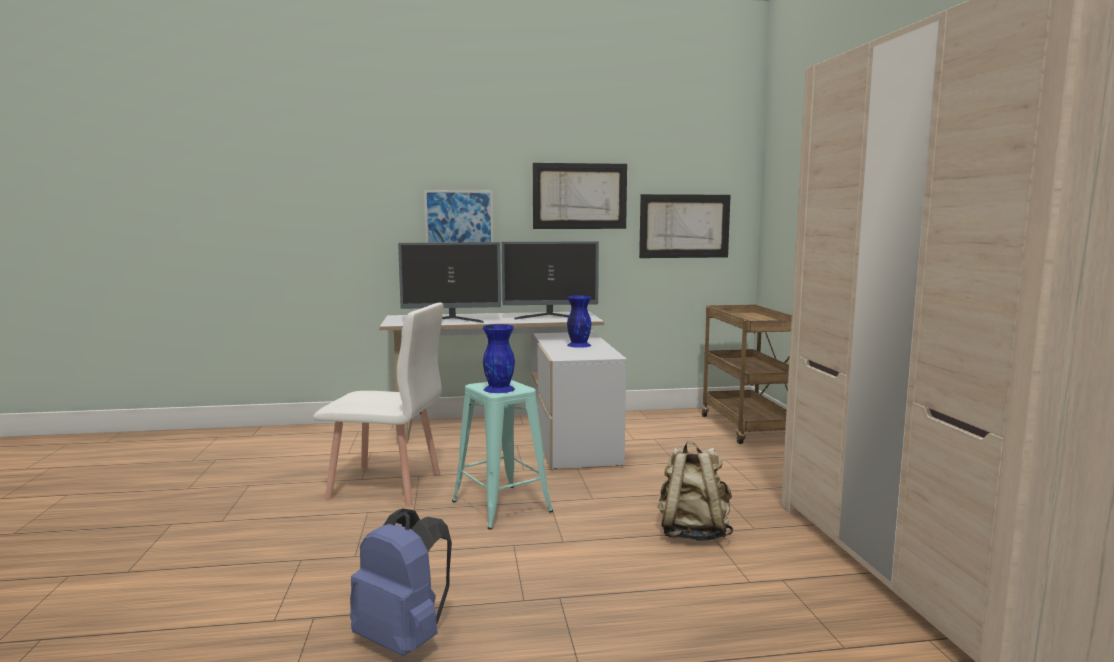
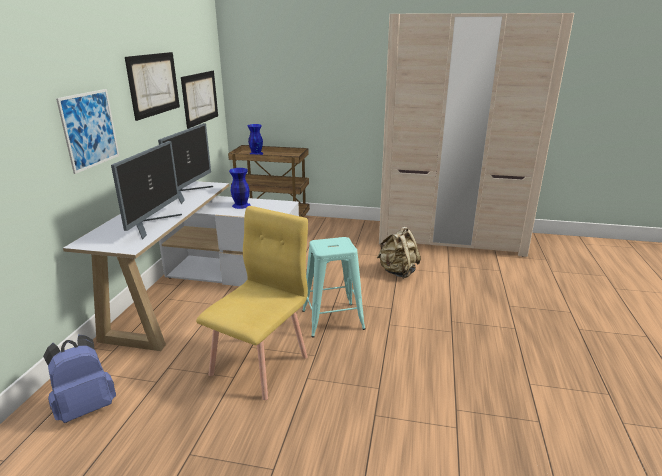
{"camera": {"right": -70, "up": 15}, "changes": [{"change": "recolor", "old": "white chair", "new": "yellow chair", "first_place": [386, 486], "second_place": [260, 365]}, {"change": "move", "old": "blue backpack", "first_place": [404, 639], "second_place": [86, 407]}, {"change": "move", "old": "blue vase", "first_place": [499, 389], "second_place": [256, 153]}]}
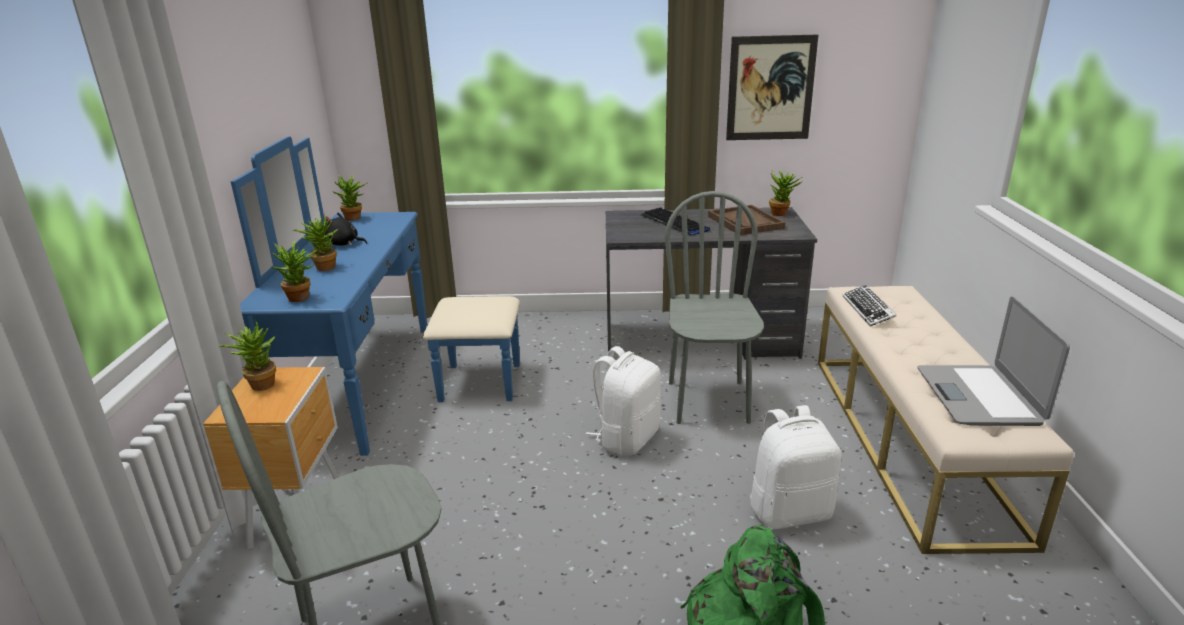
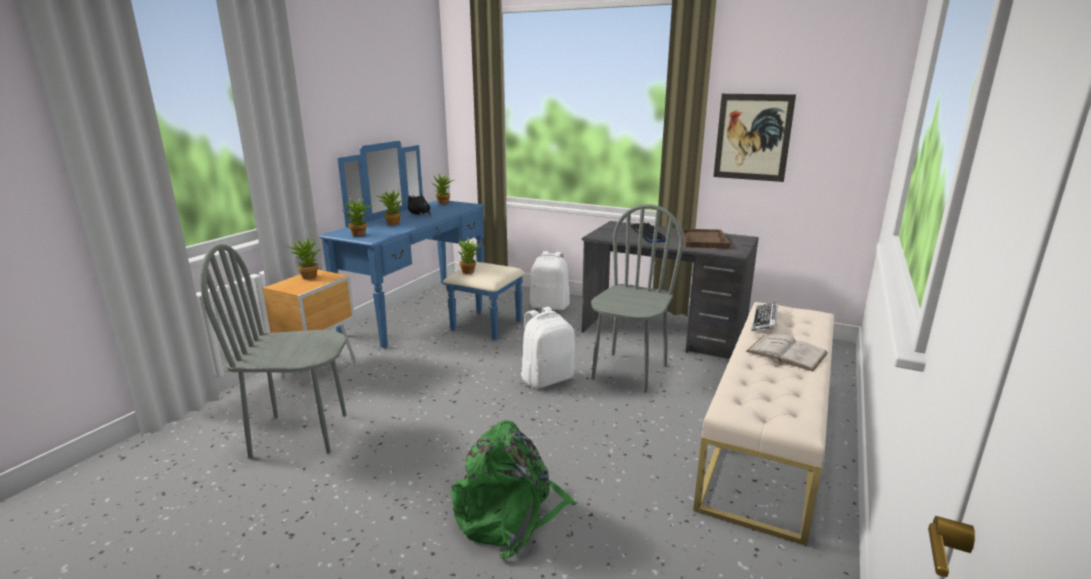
{"camera": {"right": 25, "up": -5}, "changes": [{"change": "move", "old": "white backpack", "first_place": [790, 511], "second_place": [550, 306]}, {"change": "move", "old": "potted plant", "first_place": [782, 213], "second_place": [470, 272]}, {"change": "delete", "old": "laptop", "first_place": [979, 396]}, {"change": "insert", "new": "white book", "second_place": [786, 352]}]}
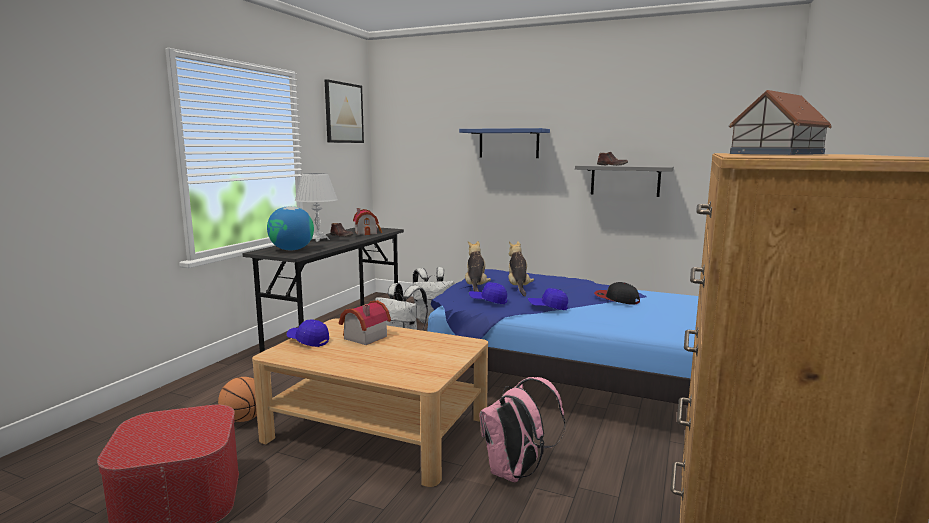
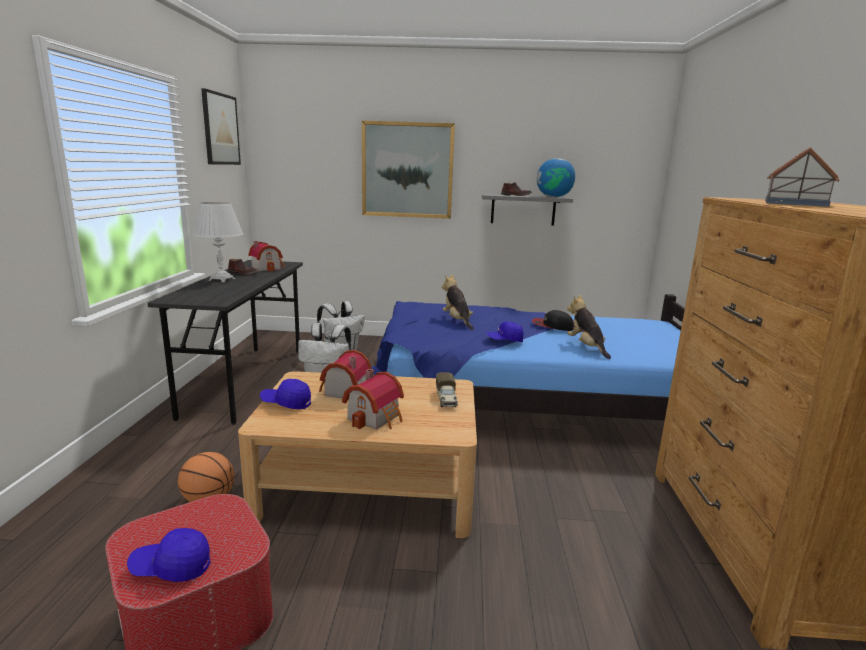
{"camera": {"right": -20, "up": 5}, "changes": [{"change": "move", "old": "globe", "first_place": [292, 250], "second_place": [554, 197]}, {"change": "replace", "old": "blue shelf", "new": "picture", "first_place": [508, 143], "second_place": [407, 170]}, {"change": "move", "old": "plush toy", "first_place": [476, 287], "second_place": [586, 347]}, {"change": "move", "old": "blue cap", "first_place": [488, 301], "second_place": [171, 567]}, {"change": "delete", "old": "pink backpack", "first_place": [516, 473]}, {"change": "insert", "new": "toy house", "second_place": [376, 417]}, {"change": "insert", "new": "toy truck", "second_place": [446, 400]}]}
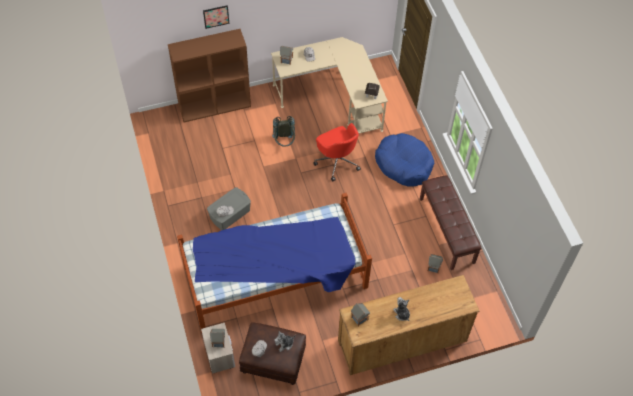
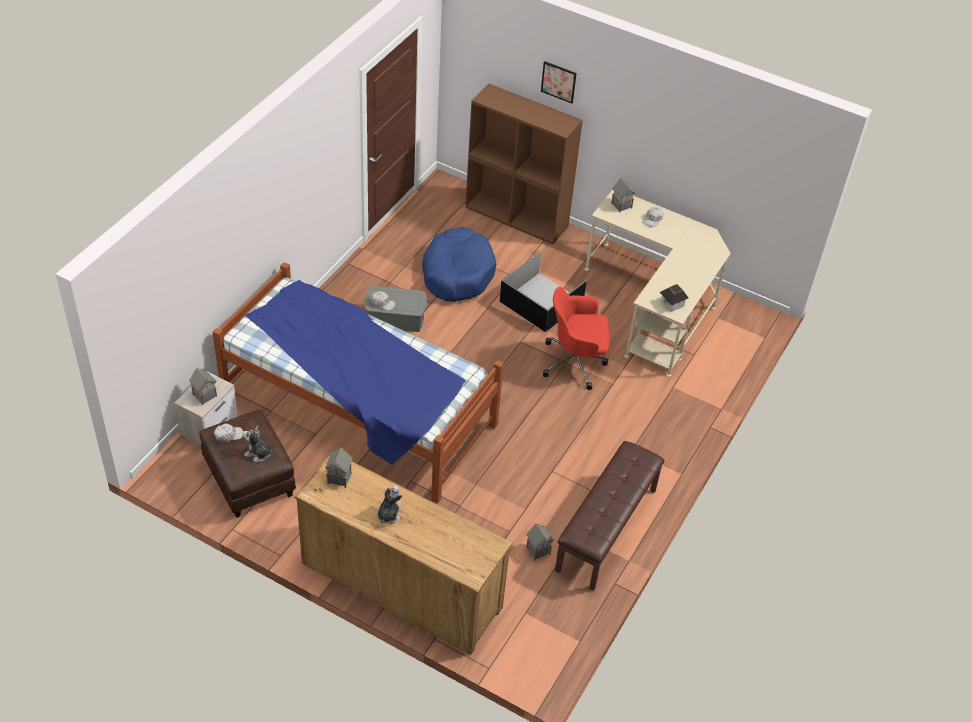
{"camera": {"right": 45, "up": -10}, "changes": [{"change": "replace", "old": "grey backpack", "new": "black storage box", "first_place": [284, 142], "second_place": [542, 302]}, {"change": "rotate", "old": "red office chair", "first_place": [337, 160], "second_place": [575, 362], "degrees": 75}, {"change": "move", "old": "blue dog bed", "first_place": [404, 164], "second_place": [457, 273]}]}
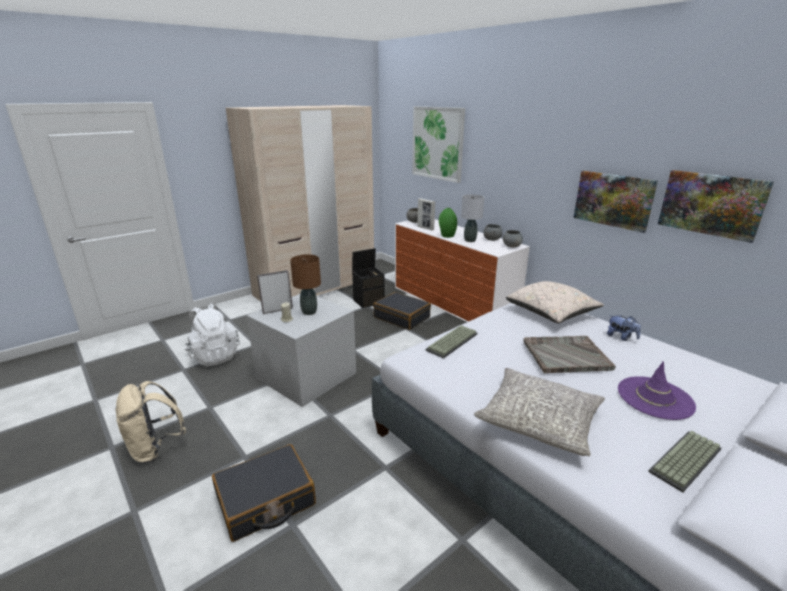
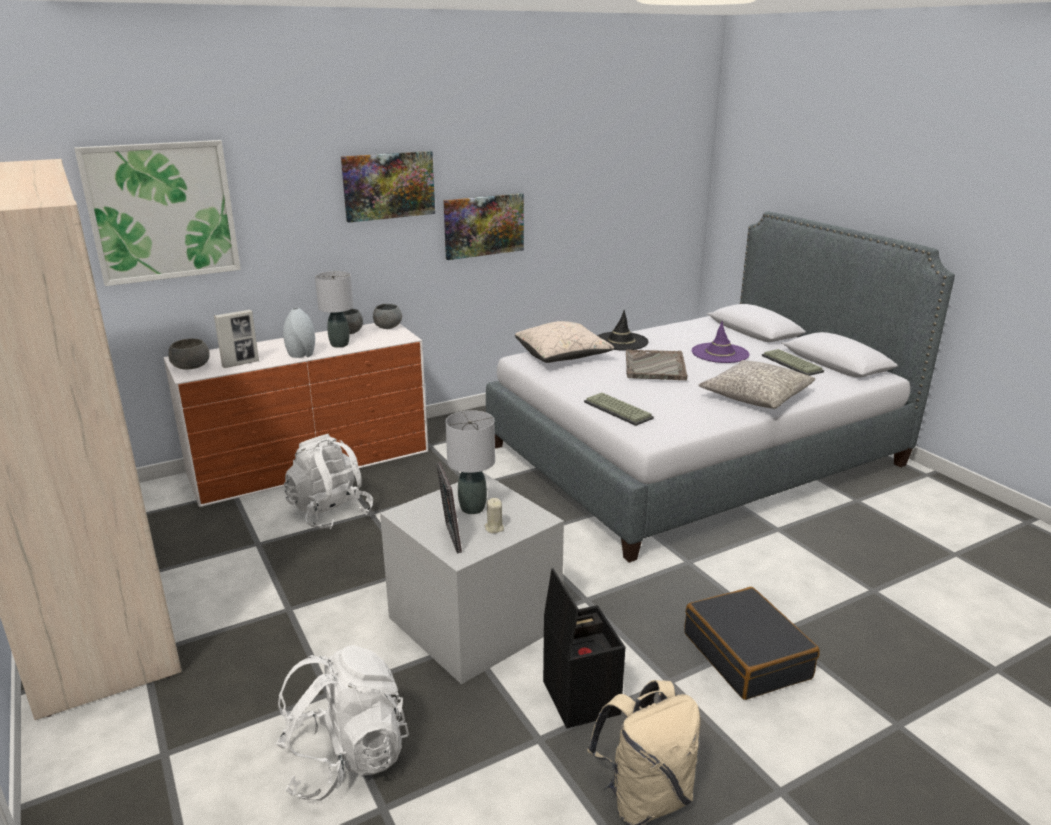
{"camera": {"right": -80, "up": 0}, "changes": [{"change": "recolor", "old": "brown table lamp", "new": "grey table lamp", "first_place": [309, 312], "second_place": [472, 508]}, {"change": "move", "old": "black storage box", "first_place": [369, 301], "second_place": [579, 697]}, {"change": "replace", "old": "black suitcase", "new": "white backpack", "first_place": [402, 317], "second_place": [330, 513]}, {"change": "recolor", "old": "green vase", "new": "grey vase", "first_place": [447, 236], "second_place": [302, 355]}, {"change": "replace", "old": "plush toy", "new": "black hat", "first_place": [621, 337], "second_place": [621, 341]}, {"change": "move", "old": "picture", "first_place": [711, 204], "second_place": [388, 185]}]}
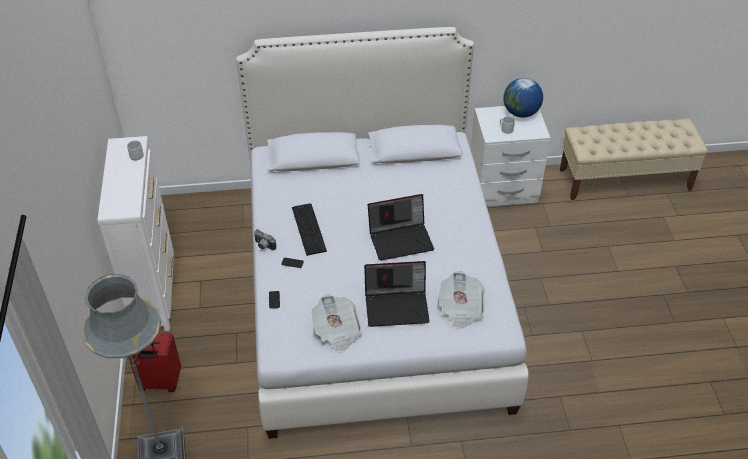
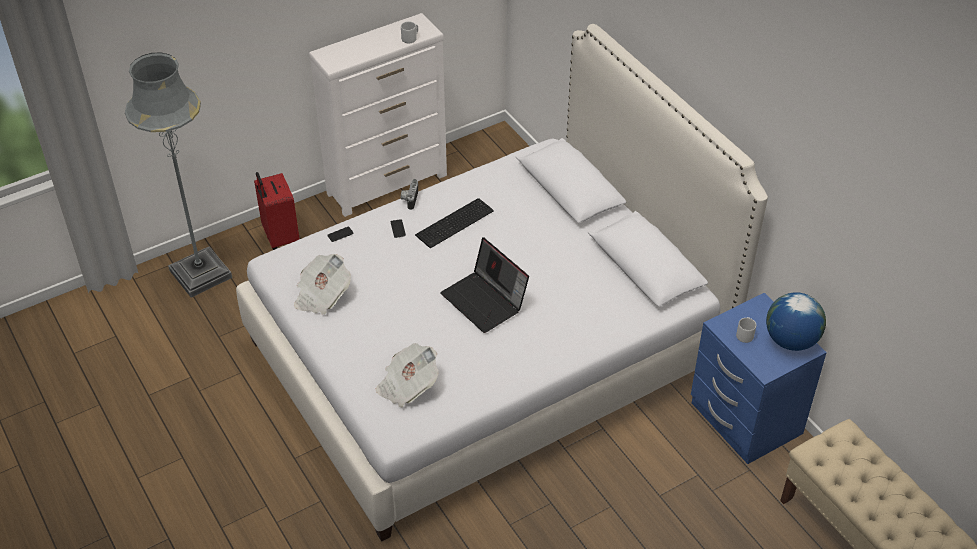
{"camera": {"right": 65, "up": 0}, "changes": [{"change": "delete", "old": "laptop", "first_place": [397, 306]}, {"change": "recolor", "old": "white nightstand", "new": "blue nightstand", "first_place": [502, 189], "second_place": [744, 419]}]}
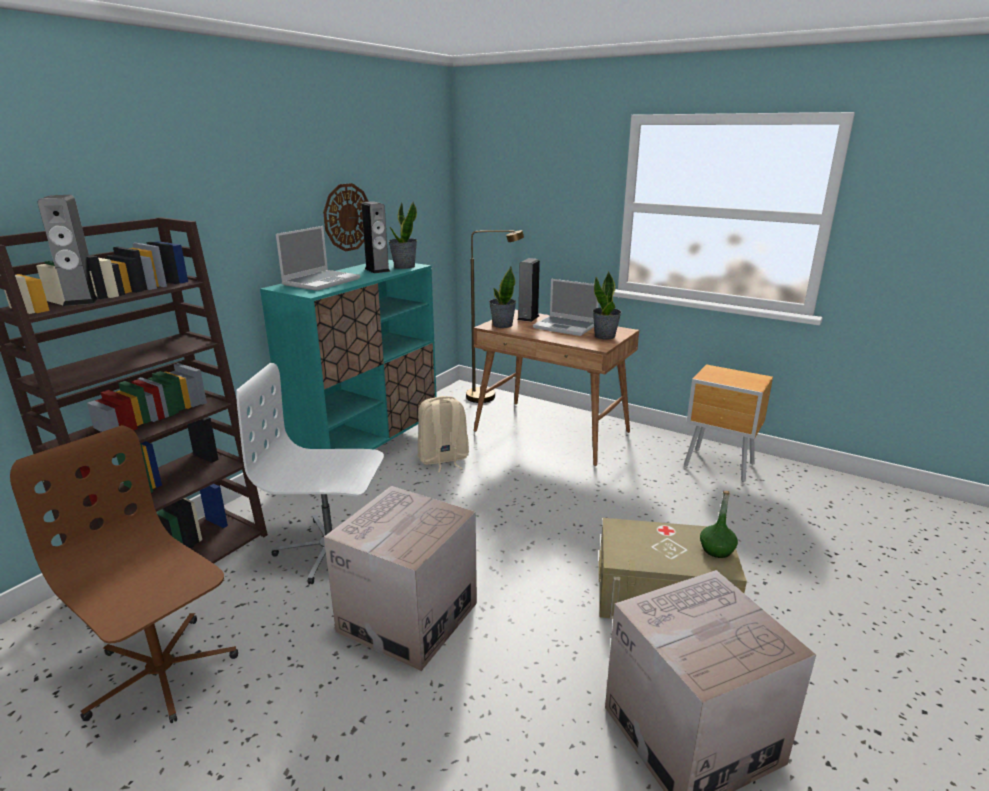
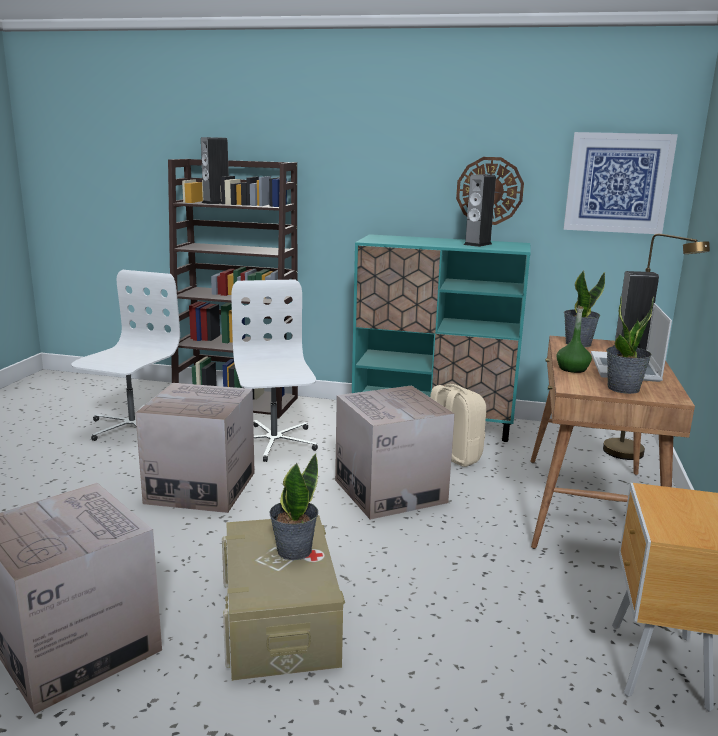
{"camera": {"right": 70, "up": -5}, "changes": [{"change": "recolor", "old": "brown office chair", "new": "white office chair", "first_place": [160, 673], "second_place": [131, 427]}, {"change": "delete", "old": "laptop", "first_place": [321, 282]}, {"change": "move", "old": "potted plant", "first_place": [404, 266], "second_place": [293, 550]}, {"change": "move", "old": "green bottle", "first_place": [716, 550], "second_place": [572, 369]}, {"change": "insert", "new": "cardboard box", "second_place": [390, 491]}, {"change": "insert", "new": "picture", "second_place": [618, 183]}]}
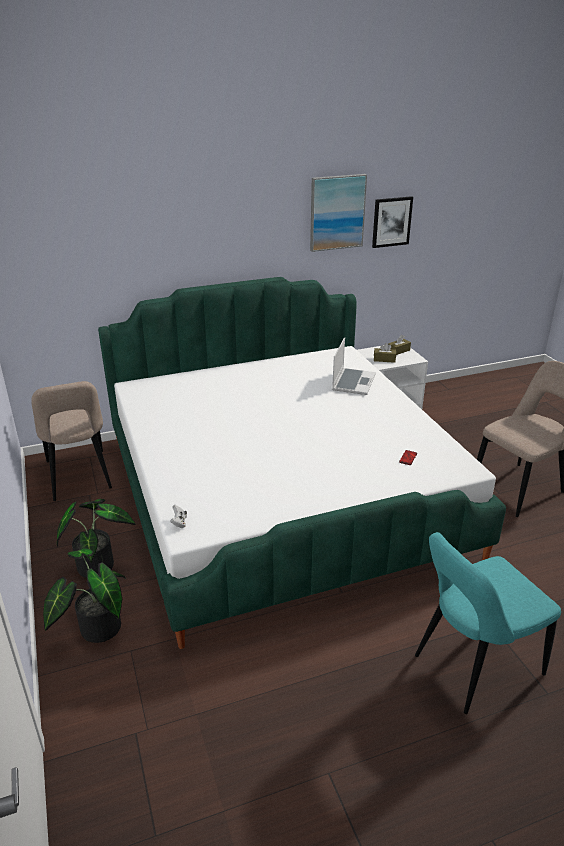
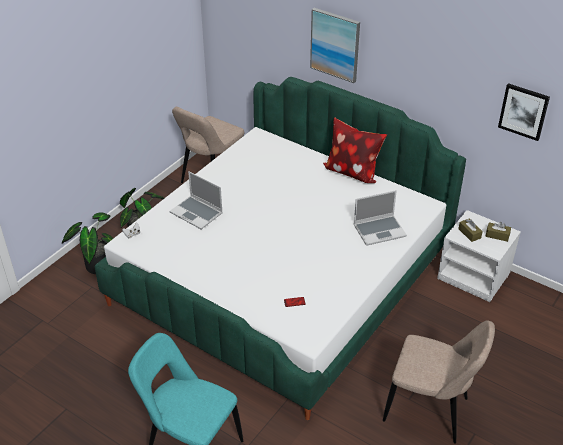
{"camera": {"right": 55, "up": 10}, "changes": [{"change": "move", "old": "picture", "first_place": [337, 212], "second_place": [335, 44]}, {"change": "insert", "new": "laptop", "second_place": [197, 213]}, {"change": "insert", "new": "pillow", "second_place": [352, 172]}]}
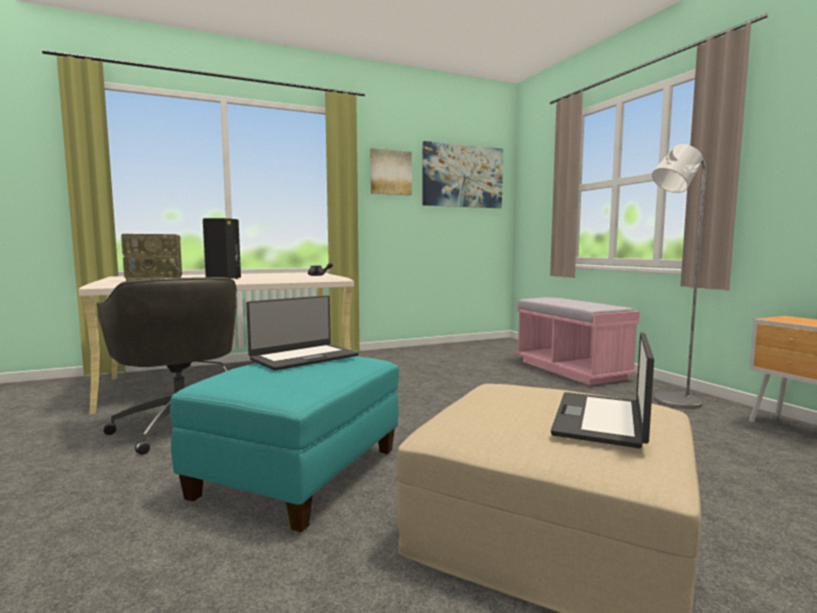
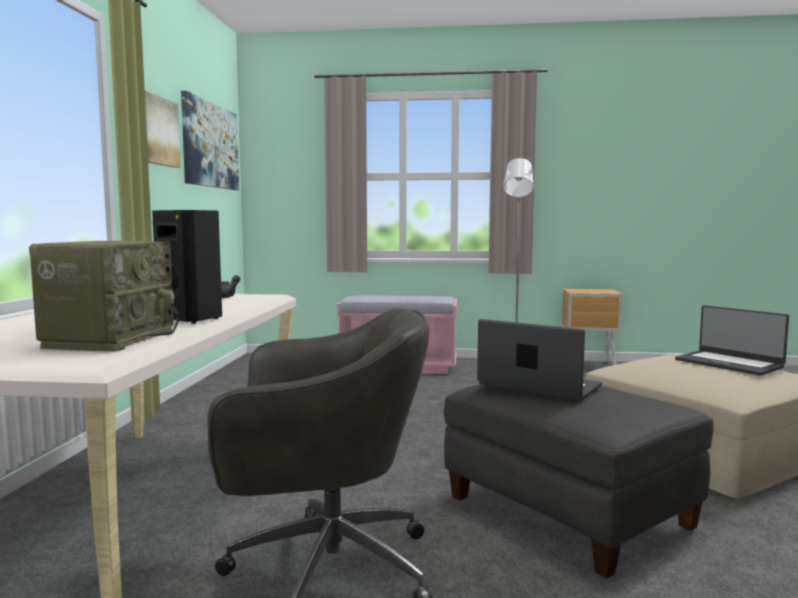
{"camera": {"right": -60, "up": 0}, "changes": [{"change": "recolor", "old": "turquoise ottoman", "new": "grey ottoman", "first_place": [300, 473], "second_place": [565, 513]}, {"change": "rotate", "old": "laptop", "first_place": [303, 357], "second_place": [538, 386], "degrees": -45}]}
